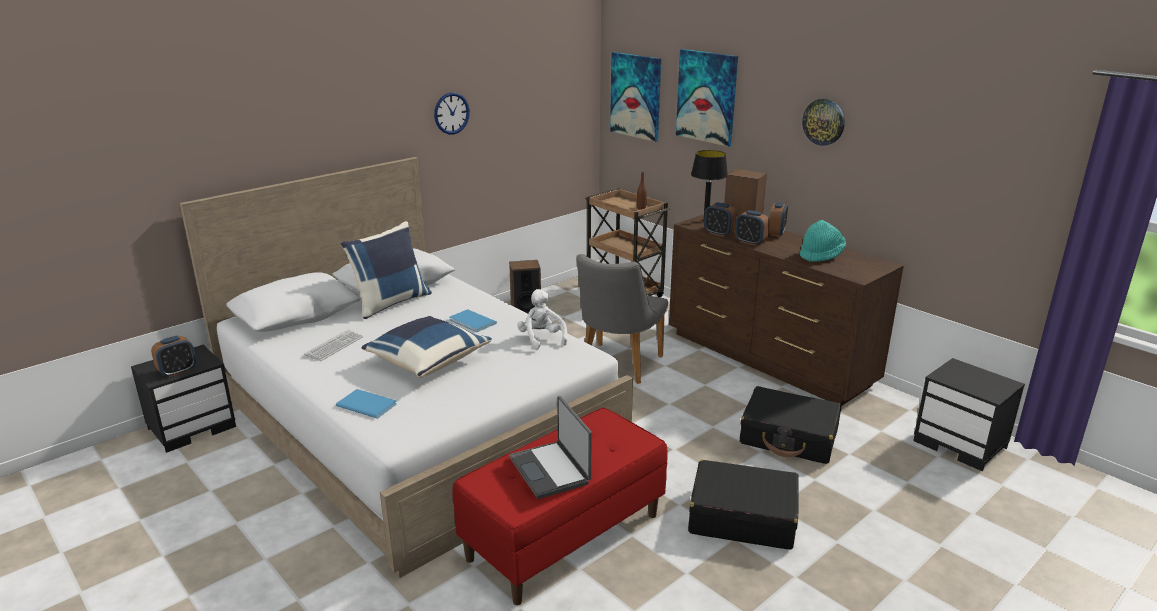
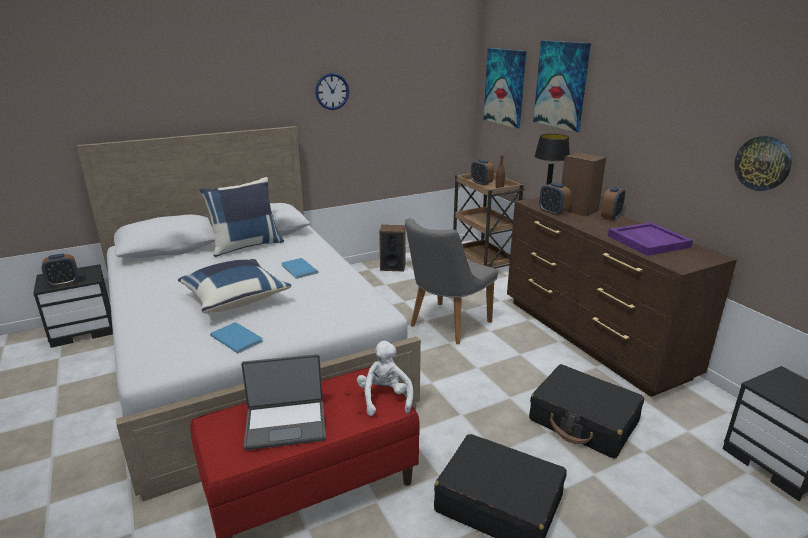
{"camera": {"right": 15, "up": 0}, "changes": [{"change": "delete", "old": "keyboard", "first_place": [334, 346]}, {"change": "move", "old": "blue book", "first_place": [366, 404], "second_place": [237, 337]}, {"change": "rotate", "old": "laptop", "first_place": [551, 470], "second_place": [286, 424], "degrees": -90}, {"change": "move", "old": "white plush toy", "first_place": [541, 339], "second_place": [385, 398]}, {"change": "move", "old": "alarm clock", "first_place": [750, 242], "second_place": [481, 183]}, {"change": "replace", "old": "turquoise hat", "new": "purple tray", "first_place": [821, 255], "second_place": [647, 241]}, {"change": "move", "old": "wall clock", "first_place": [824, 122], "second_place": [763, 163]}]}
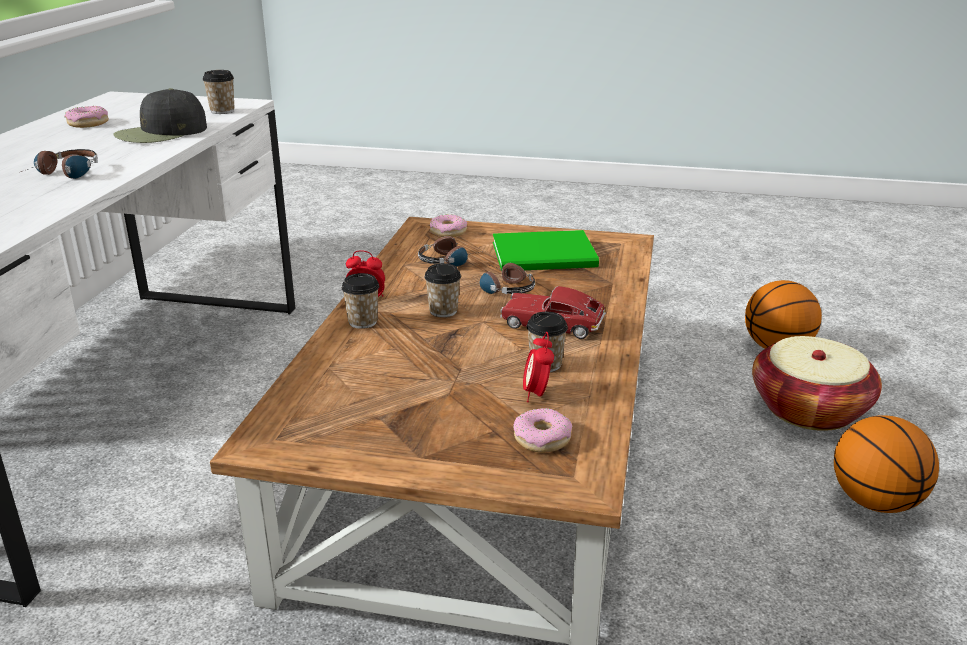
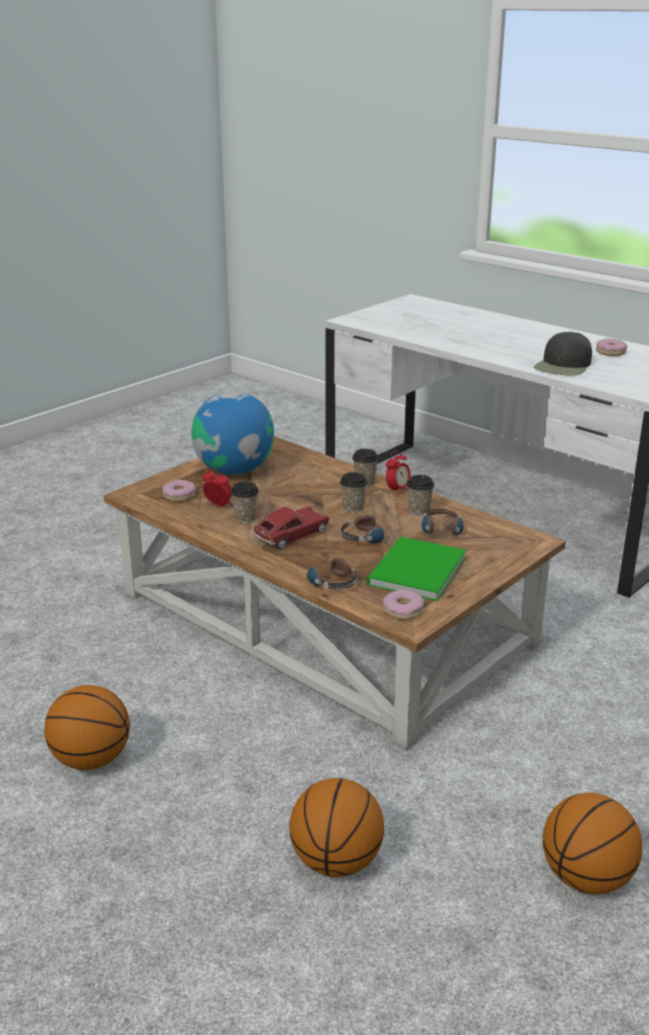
{"camera": {"right": 120, "up": 0}, "changes": [{"change": "move", "old": "headphones", "first_place": [64, 175], "second_place": [328, 580]}, {"change": "rotate", "old": "black cap", "first_place": [161, 133], "second_place": [563, 366], "degrees": -135}, {"change": "move", "old": "cup", "first_place": [222, 111], "second_place": [419, 510]}, {"change": "move", "old": "donut", "first_place": [448, 232], "second_place": [403, 610]}, {"change": "delete", "old": "basket", "first_place": [809, 409]}, {"change": "insert", "new": "globe", "second_place": [234, 470]}, {"change": "insert", "new": "basketball", "second_place": [585, 877]}]}
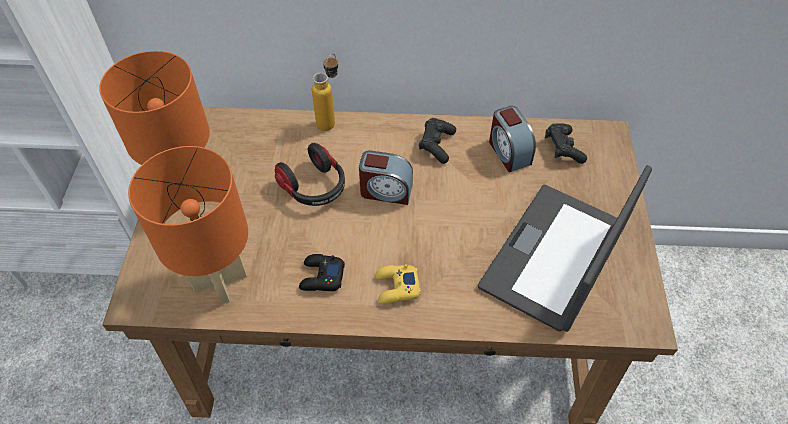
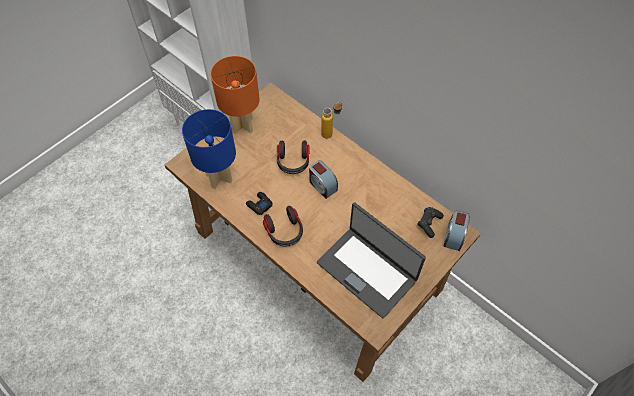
{"camera": {"right": 40, "up": 5}, "changes": [{"change": "recolor", "old": "orange table lamp", "new": "blue table lamp", "first_place": [219, 282], "second_place": [218, 178]}, {"change": "replace", "old": "yellow game controller", "new": "headphones", "first_place": [397, 287], "second_place": [285, 232]}, {"change": "delete", "old": "black game controller", "first_place": [436, 145]}, {"change": "rotate", "old": "laptop", "first_place": [555, 257], "second_place": [367, 270], "degrees": -120}, {"change": "move", "old": "alarm clock", "first_place": [508, 152], "second_place": [454, 236]}]}
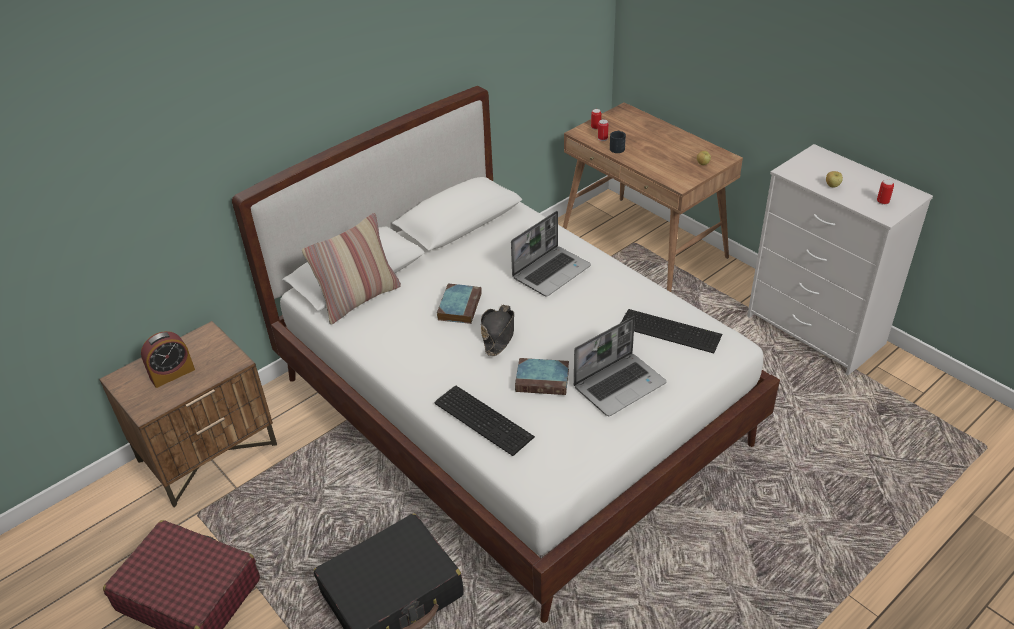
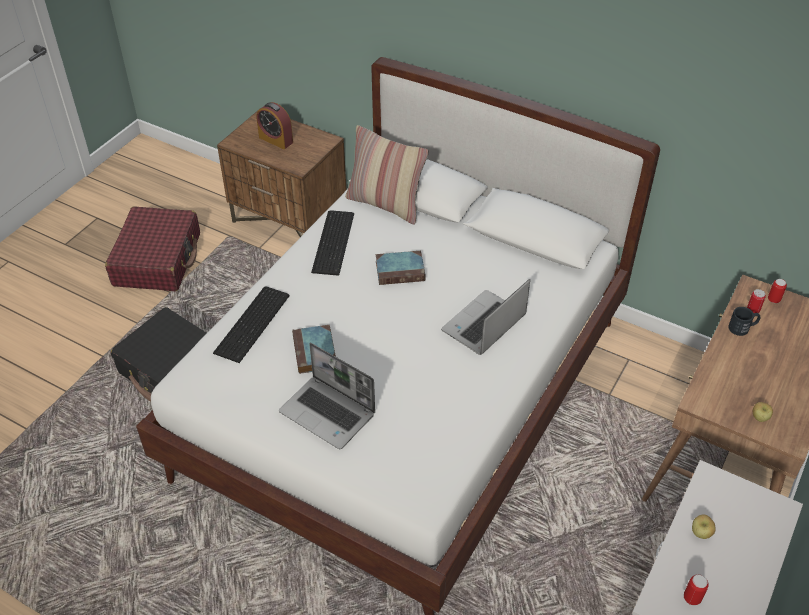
{"camera": {"right": 70, "up": 5}, "changes": [{"change": "delete", "old": "black hat", "first_place": [498, 334]}, {"change": "rotate", "old": "laptop", "first_place": [551, 271], "second_place": [484, 325], "degrees": 105}, {"change": "move", "old": "keyboard", "first_place": [669, 329], "second_place": [335, 242]}]}
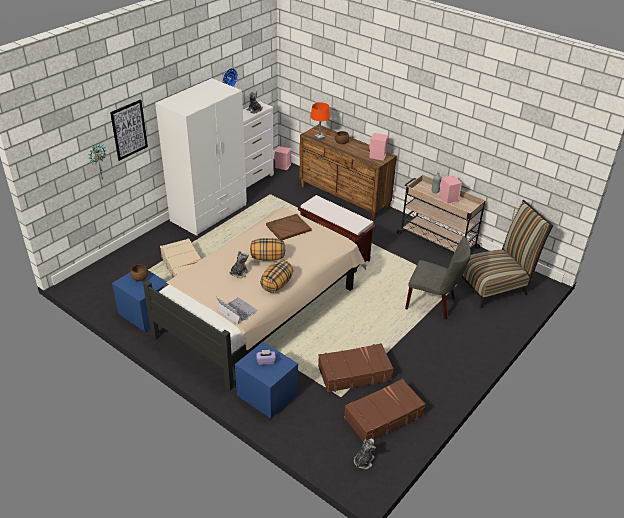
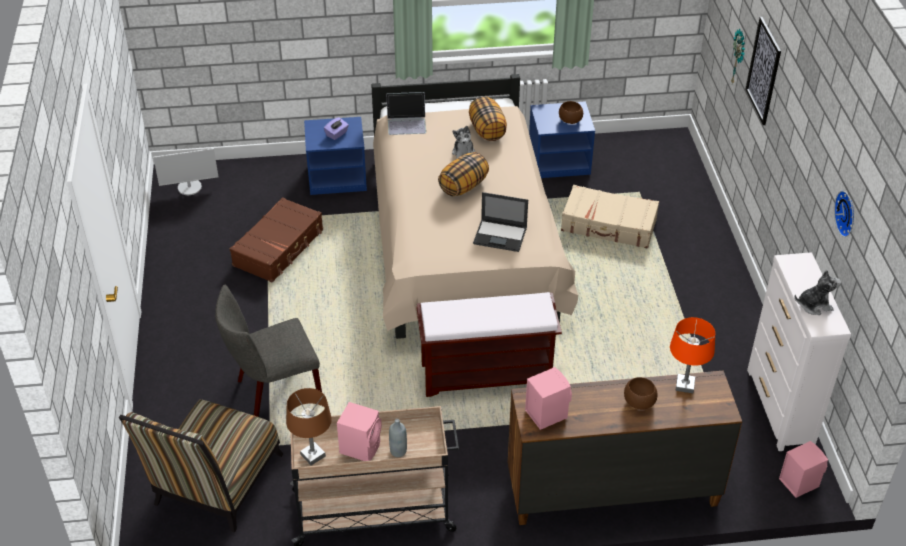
{"camera": {"right": 135, "up": 5}, "changes": [{"change": "delete", "old": "white wardrobe", "first_place": [209, 213]}, {"change": "move", "old": "pillow", "first_place": [276, 284], "second_place": [487, 131]}, {"change": "replace", "old": "brown tray", "new": "laptop", "first_place": [288, 228], "second_place": [501, 236]}, {"change": "delete", "old": "brown suitcase", "first_place": [383, 416]}, {"change": "replace", "old": "plush toy", "new": "monitor", "first_place": [363, 461], "second_place": [190, 187]}, {"change": "insert", "new": "brown table lamp", "second_place": [312, 455]}]}
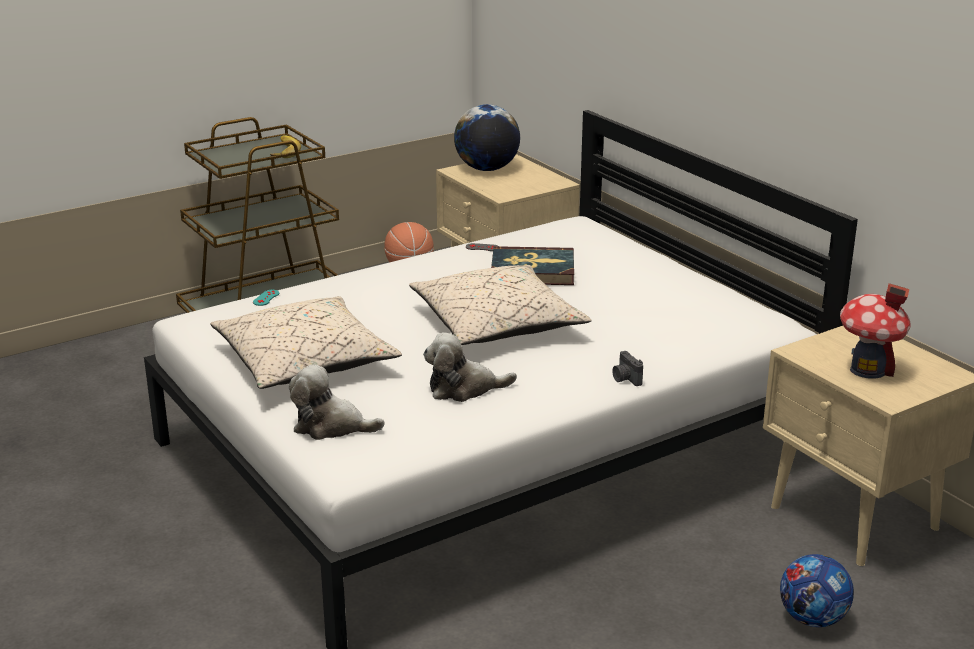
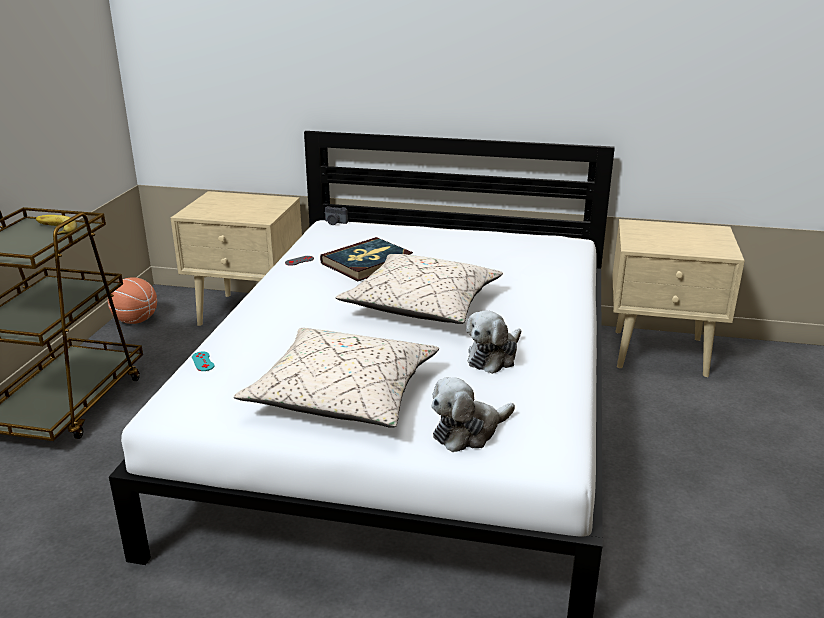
{"camera": {"right": -45, "up": 0}, "changes": [{"change": "delete", "old": "globe", "first_place": [487, 169]}, {"change": "move", "old": "photo camera", "first_place": [625, 379], "second_place": [335, 223]}, {"change": "delete", "old": "football", "first_place": [812, 619]}, {"change": "delete", "old": "toy house", "first_place": [868, 370]}]}
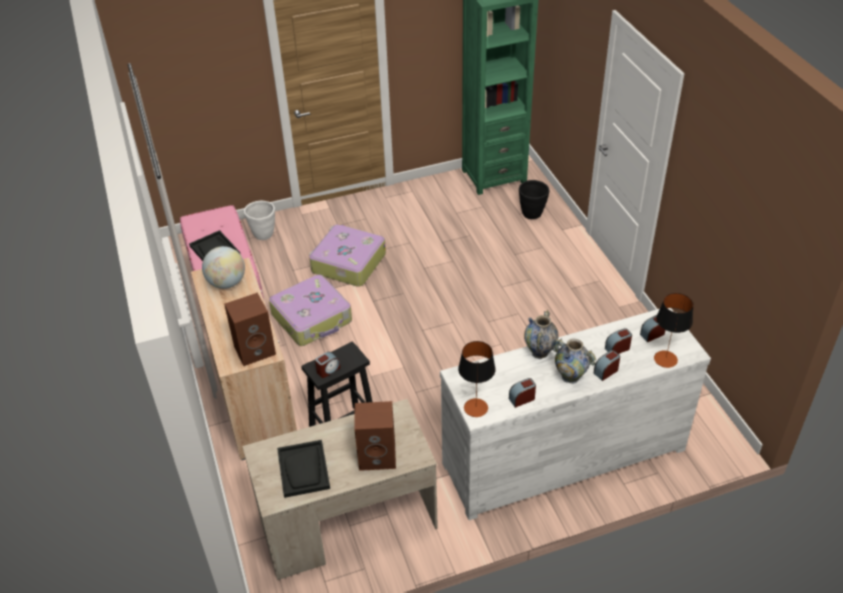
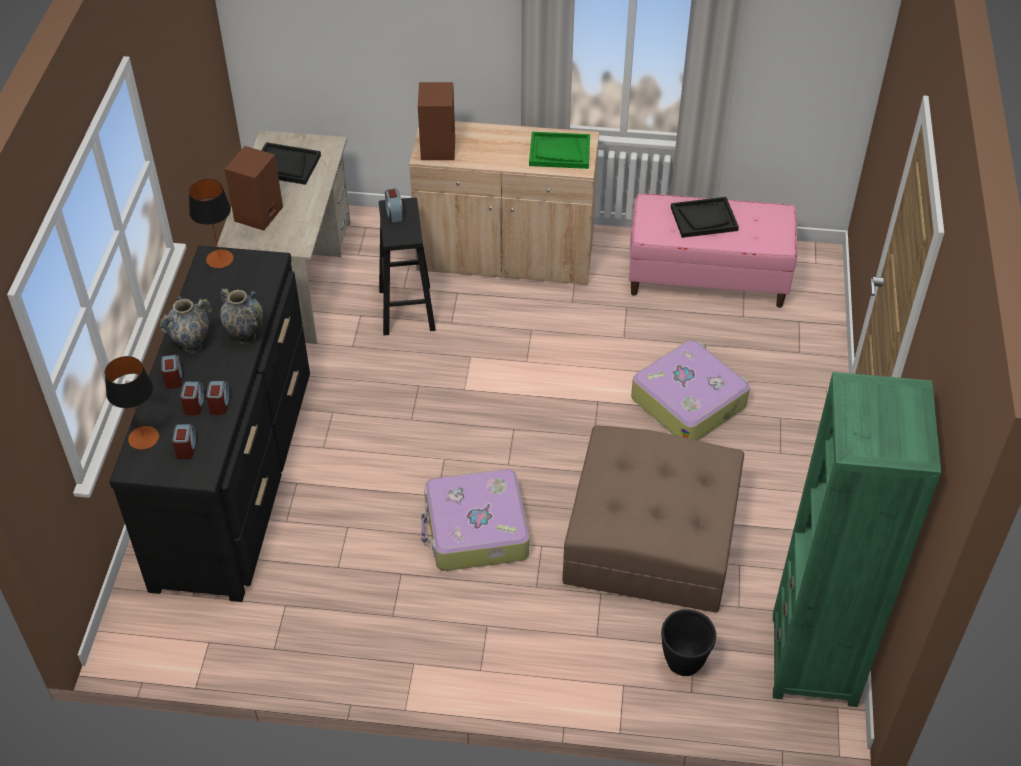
{"camera": {"right": 115, "up": 5}, "changes": [{"change": "replace", "old": "globe", "new": "green tray", "first_place": [226, 283], "second_place": [559, 152]}, {"change": "delete", "old": "white planter", "first_place": [263, 234]}, {"change": "move", "old": "suitcase", "first_place": [312, 318], "second_place": [475, 530]}, {"change": "recolor", "old": "white dresser", "new": "black dresser", "first_place": [562, 455], "second_place": [235, 474]}, {"change": "move", "old": "alarm clock", "first_place": [522, 399], "second_place": [219, 403]}, {"change": "insert", "new": "brown ottoman", "second_place": [651, 537]}]}
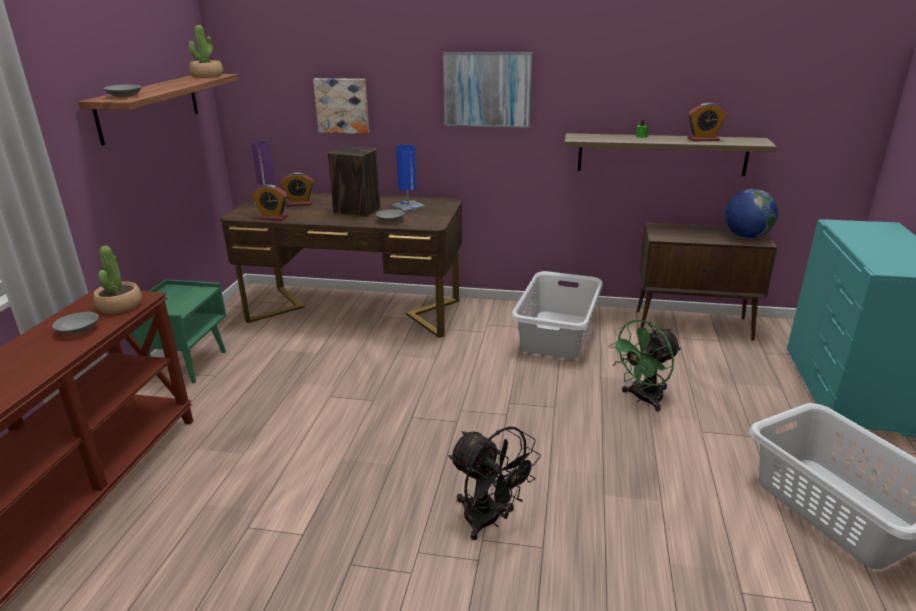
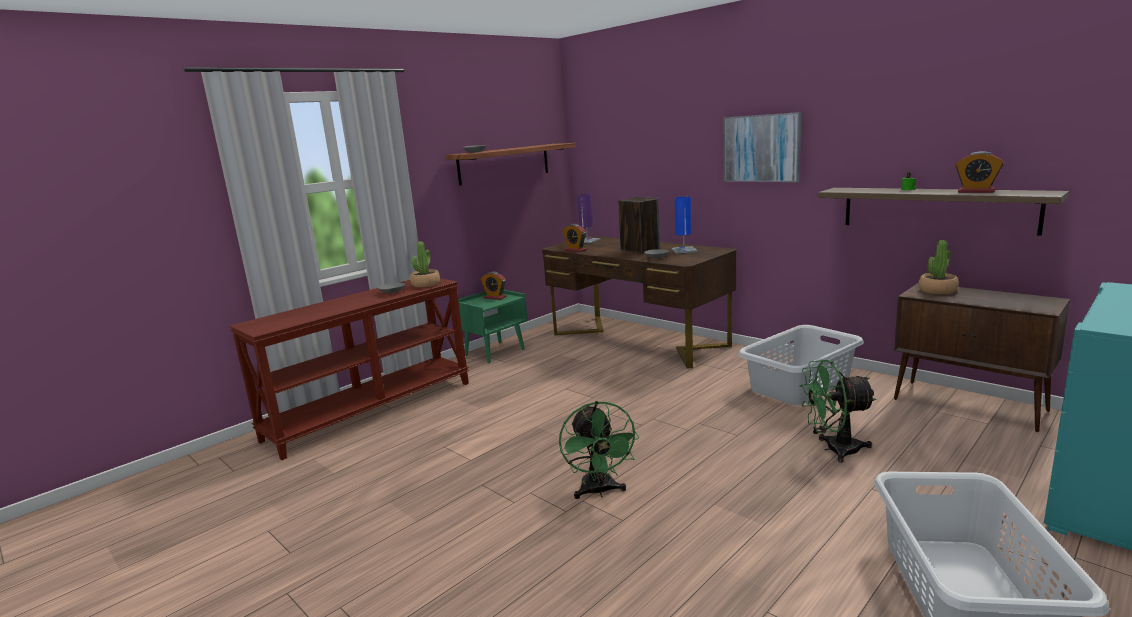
{"camera": {"right": 35, "up": -10}, "changes": [{"change": "move", "old": "potted plant", "first_place": [207, 76], "second_place": [937, 290]}, {"change": "move", "old": "alarm clock", "first_place": [299, 203], "second_place": [495, 297]}, {"change": "delete", "old": "picture", "first_place": [342, 105]}, {"change": "recolor", "old": "black fan", "new": "green fan", "first_place": [489, 521], "second_place": [599, 491]}, {"change": "delete", "old": "globe", "first_place": [746, 236]}]}
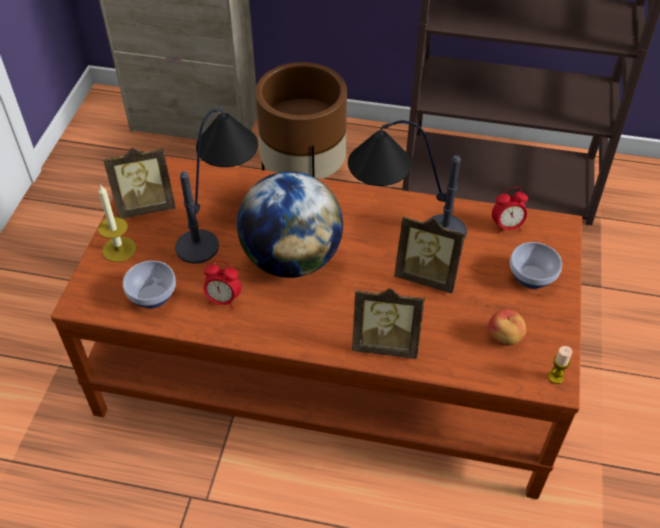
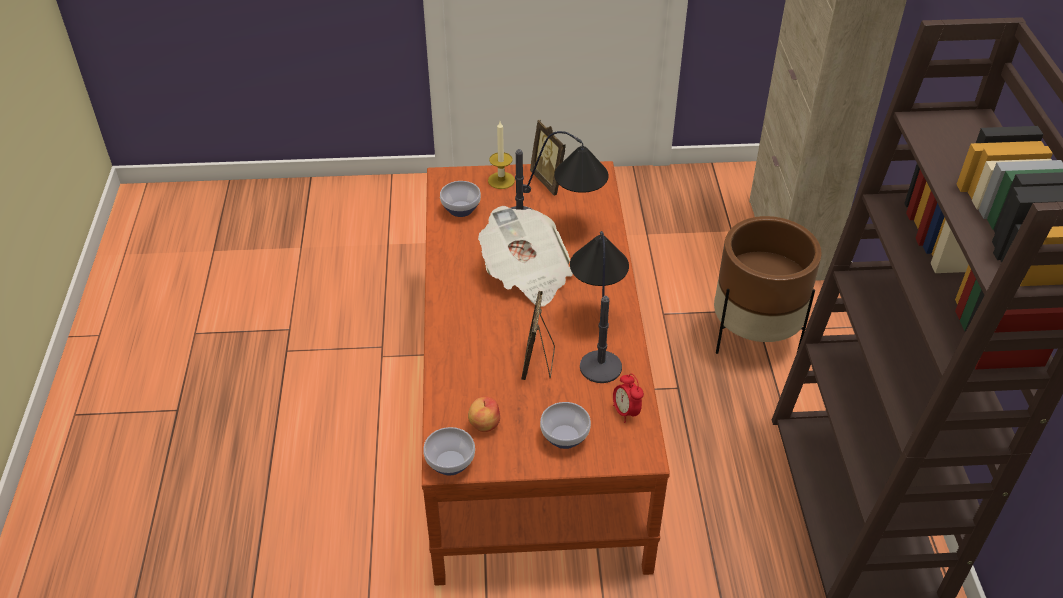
{"camera": {"right": 75, "up": -5}, "changes": [{"change": "delete", "old": "alarm clock", "first_place": [223, 300]}, {"change": "replace", "old": "globe", "new": "newspaper", "first_place": [291, 259], "second_place": [526, 274]}, {"change": "delete", "old": "picture frame", "first_place": [385, 344]}, {"change": "replace", "old": "candle", "new": "bowl", "first_place": [555, 377], "second_place": [451, 464]}]}
